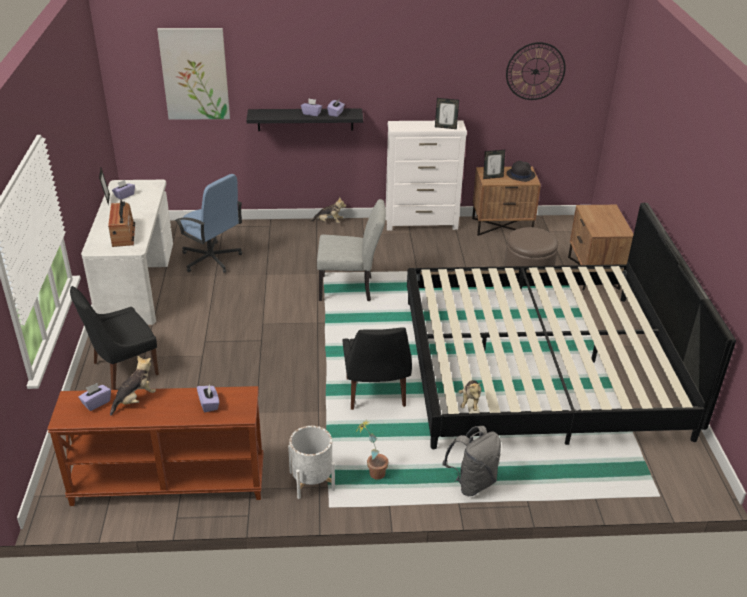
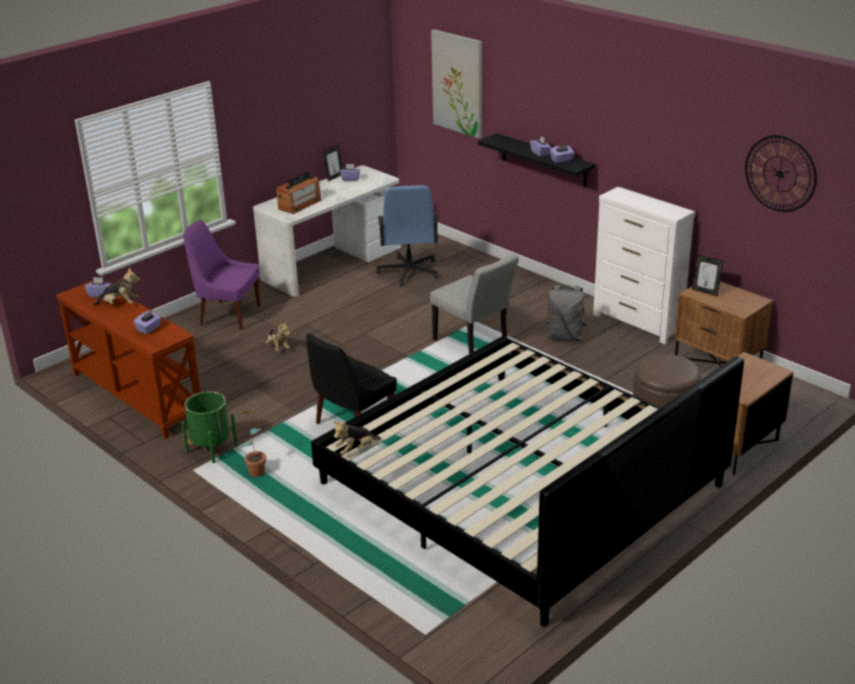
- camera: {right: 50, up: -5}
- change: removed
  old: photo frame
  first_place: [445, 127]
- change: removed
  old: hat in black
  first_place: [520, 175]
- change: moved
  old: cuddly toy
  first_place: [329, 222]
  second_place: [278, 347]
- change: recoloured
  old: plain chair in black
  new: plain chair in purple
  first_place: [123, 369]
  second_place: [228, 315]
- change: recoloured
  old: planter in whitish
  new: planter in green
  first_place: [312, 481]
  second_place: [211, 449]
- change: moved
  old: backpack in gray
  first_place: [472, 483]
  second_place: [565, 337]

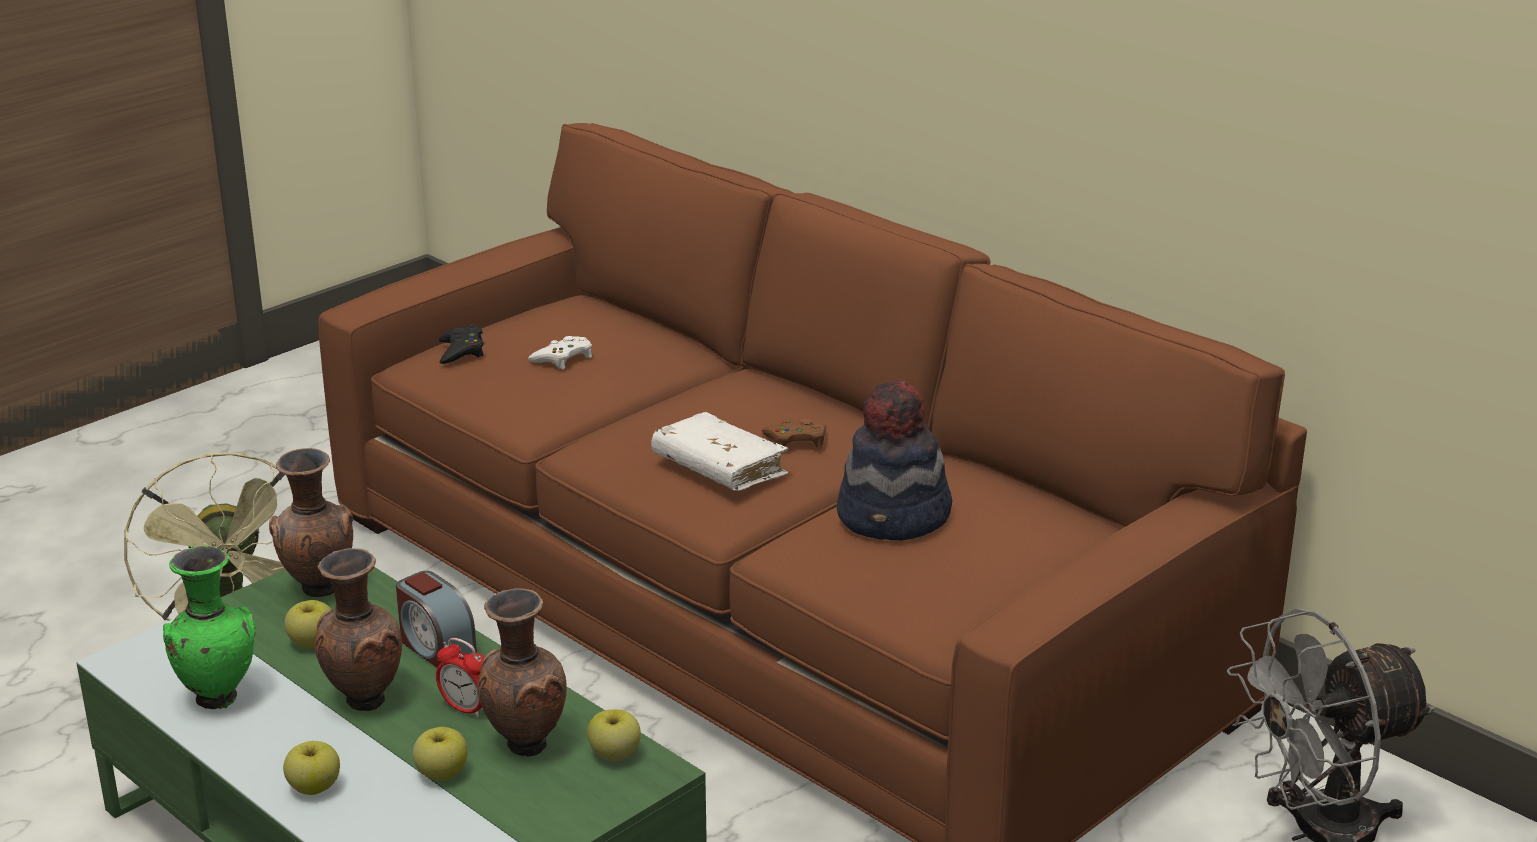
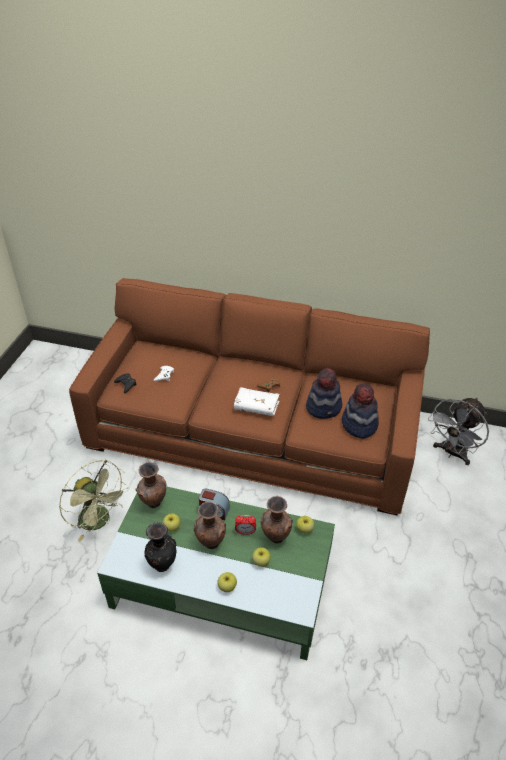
- camera: {right: -30, up: 15}
- change: recoloured
  old: decorative vase in green
  new: decorative vase in black
  first_place: [219, 697]
  second_place: [162, 565]
- change: added
  new: hat
  second_place: [359, 424]

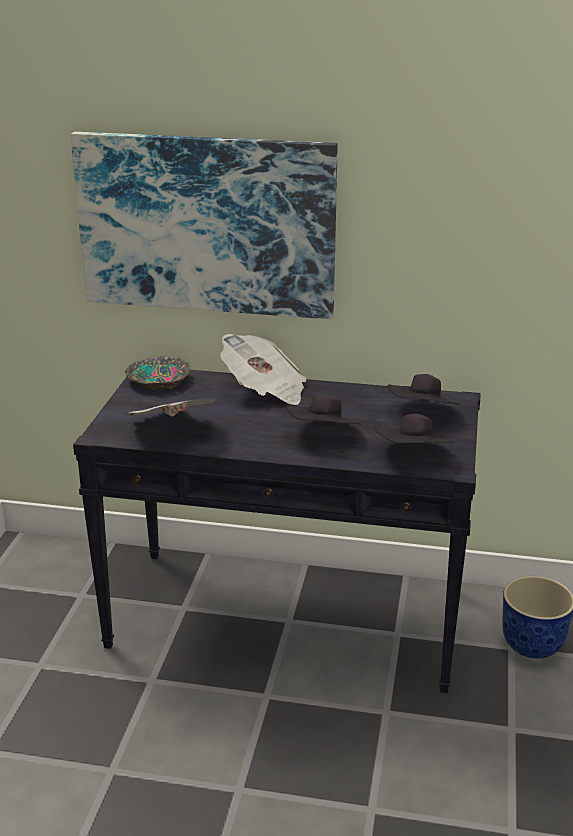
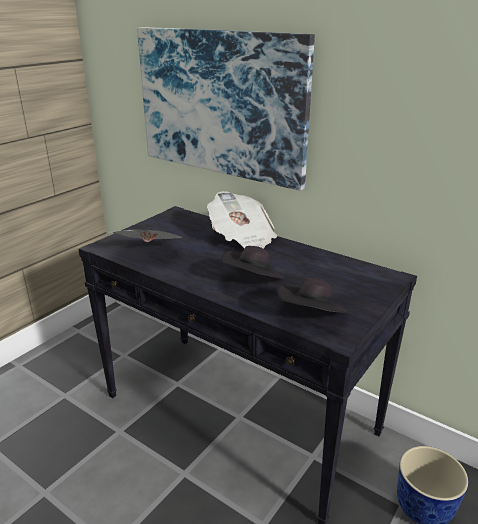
- camera: {right: 25, up: 0}
- change: removed
  old: bowl
  first_place: [158, 380]
- change: removed
  old: hat in black
  first_place: [422, 414]

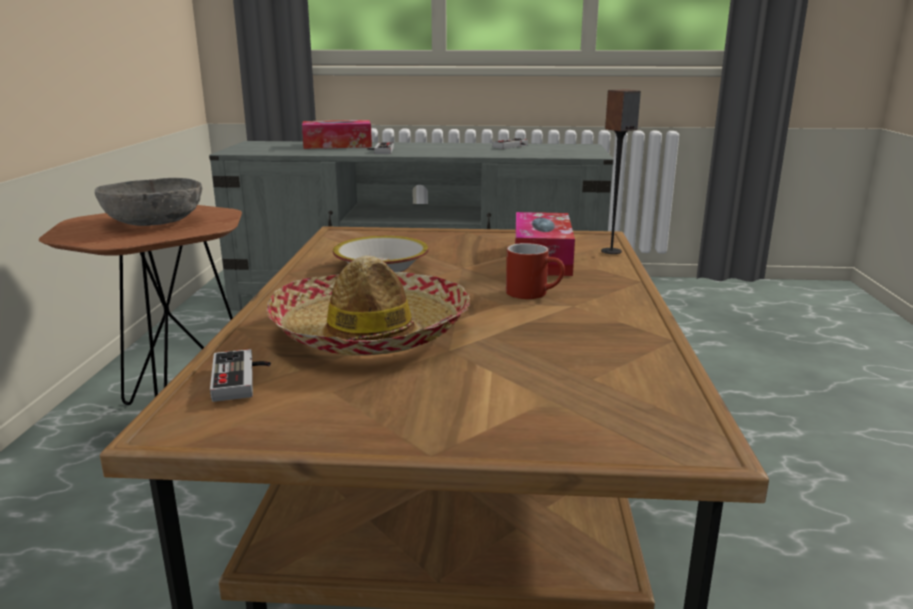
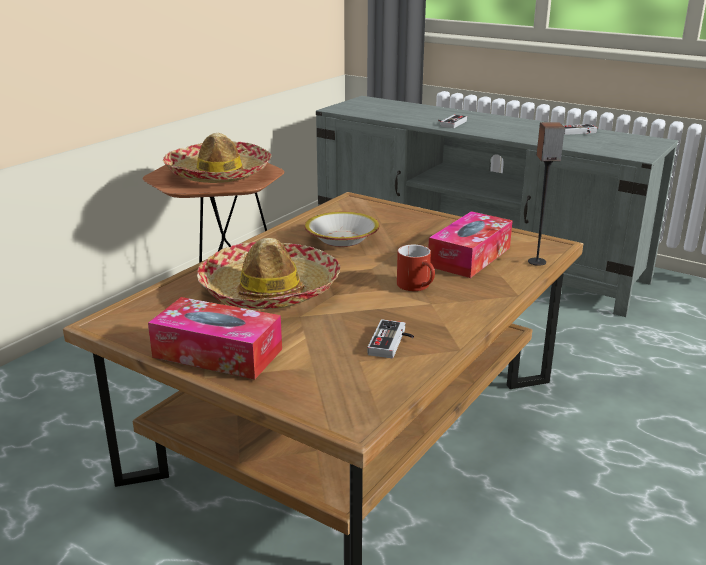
- camera: {right: 30, up: 5}
- change: moved
  old: tissue box
  first_place: [337, 145]
  second_place: [217, 353]
- change: replaced
  old: bowl in gray
  new: hat
  first_place: [155, 222]
  second_place: [219, 174]
- change: moved
  old: gamepad
  first_place: [242, 379]
  second_place: [392, 343]

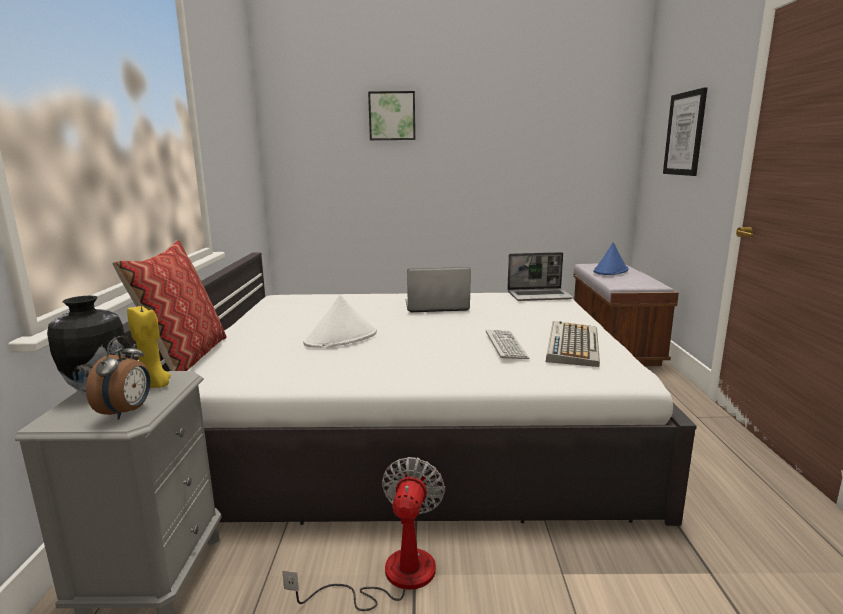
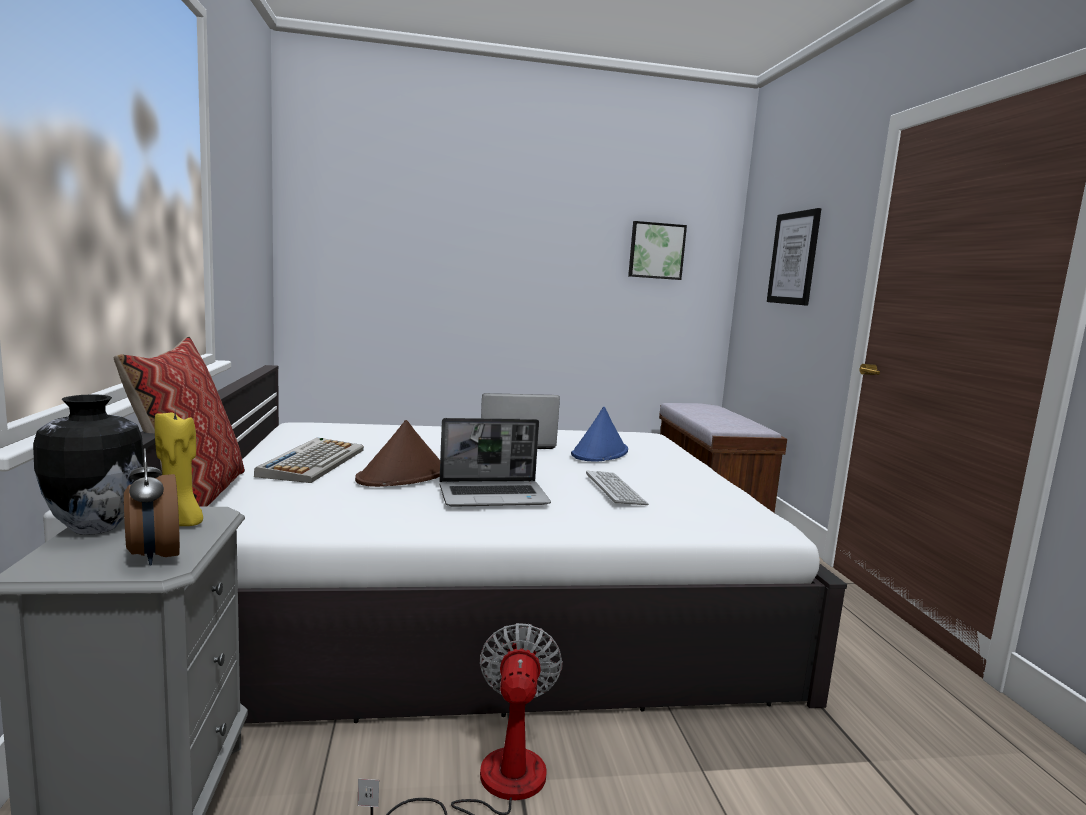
- camera: {right: -10, up: -5}
- change: moved
  old: wall picture
  first_place: [392, 116]
  second_place: [656, 251]
- change: moved
  old: hat in bluish
  first_place: [610, 271]
  second_place: [600, 453]
- change: moved
  old: notebook computer
  first_place: [540, 296]
  second_place: [494, 496]
- change: recoloured
  old: hat in whitish
  new: hat in brown
  first_place: [341, 338]
  second_place: [403, 476]
- change: moved
  old: keyboard
  first_place: [572, 345]
  second_place: [313, 462]
- change: turned
  old: alarm clock
  first_place: [127, 412]
  second_place: [153, 556]
  degrees: 150

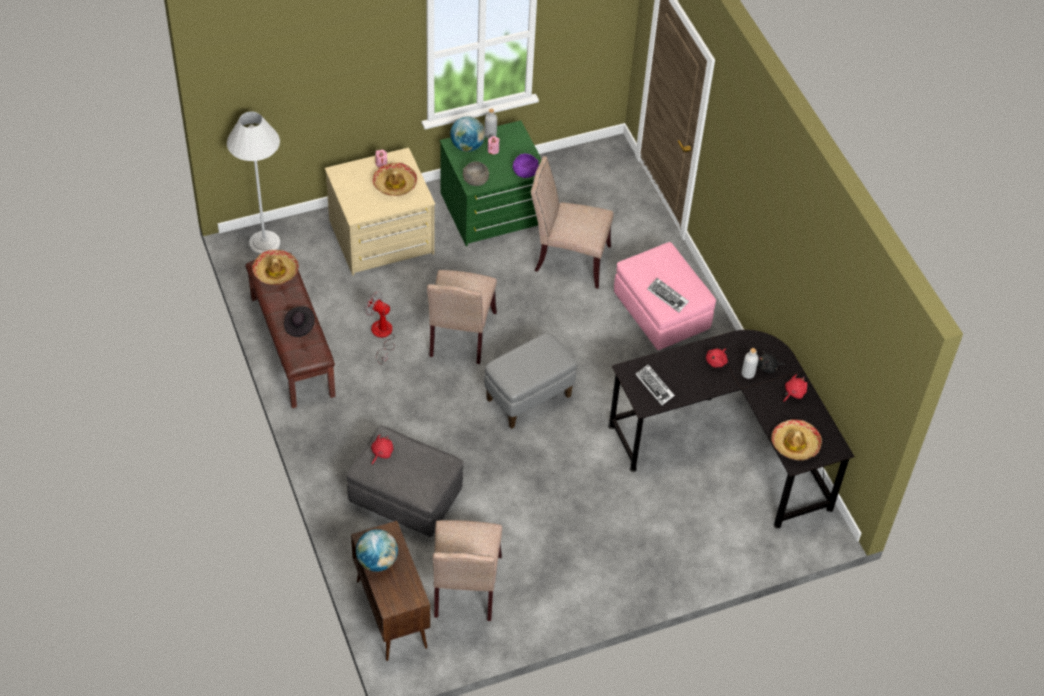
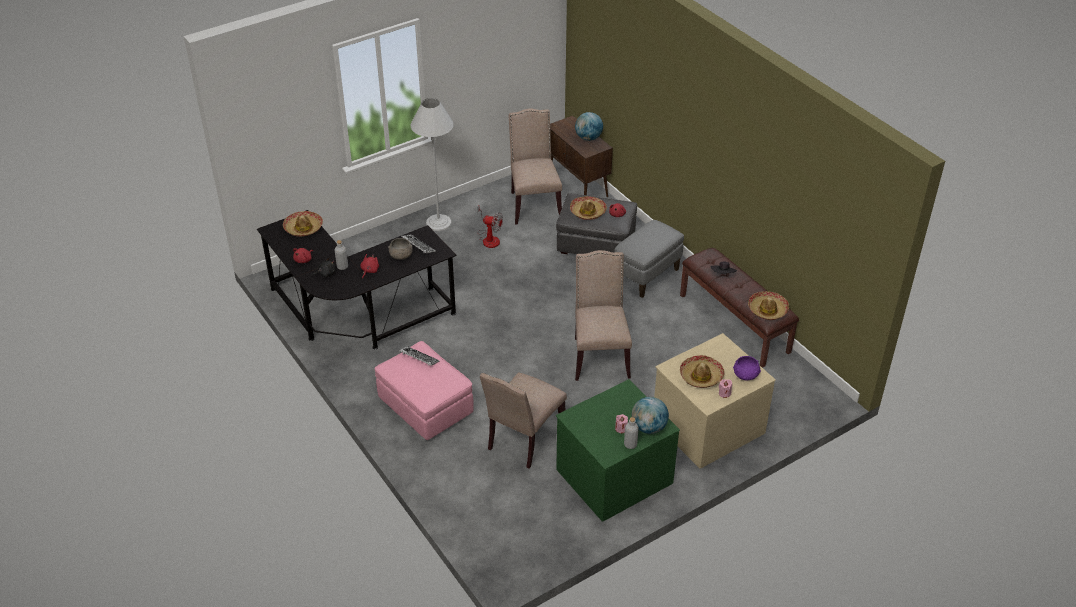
- camera: {right: 170, up: -10}
- change: moved
  old: standing lamp in whitish
  first_place: [264, 243]
  second_place: [438, 223]
- change: moved
  old: bowl in purple
  first_place: [525, 172]
  second_place: [746, 375]
- change: turned
  old: plain chair in beige
  first_place: [568, 259]
  second_place: [523, 440]
  degrees: 120
- change: moved
  old: bowl in gray
  first_place: [475, 180]
  second_place: [401, 256]
- change: moved
  old: cooling fan
  first_place: [382, 336]
  second_place: [489, 238]
- change: moved
  old: ottoman in gray
  first_place: [528, 398]
  second_place: [647, 276]
- change: added
  new: hat
  second_place: [588, 212]

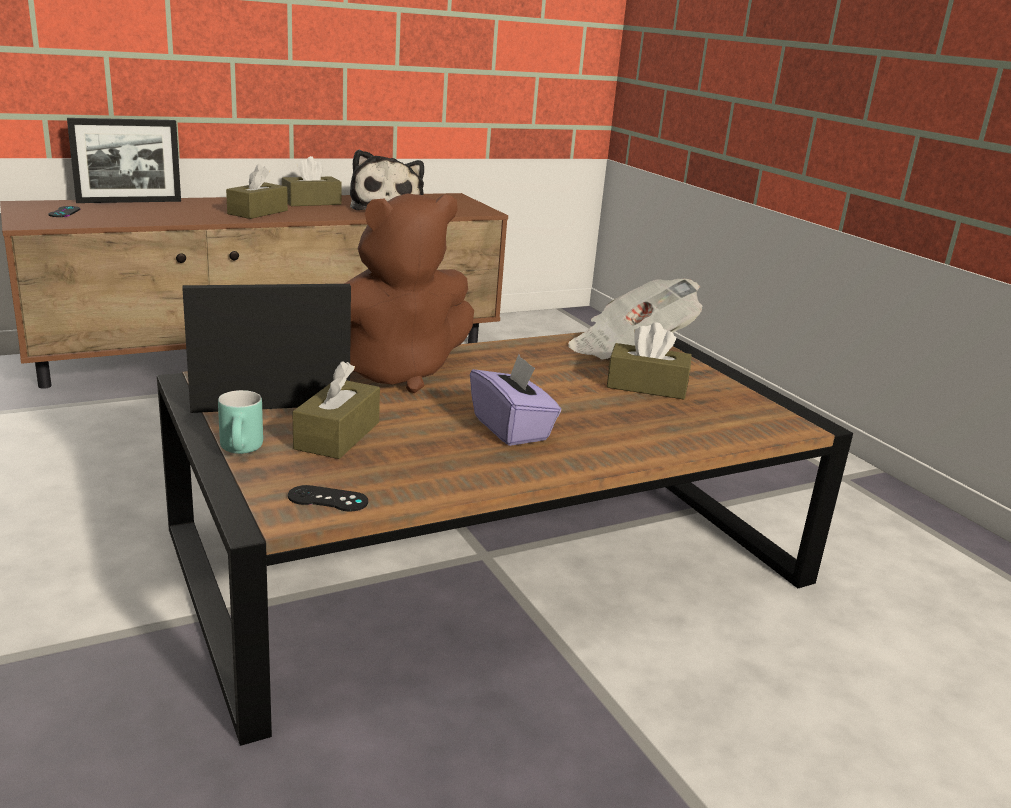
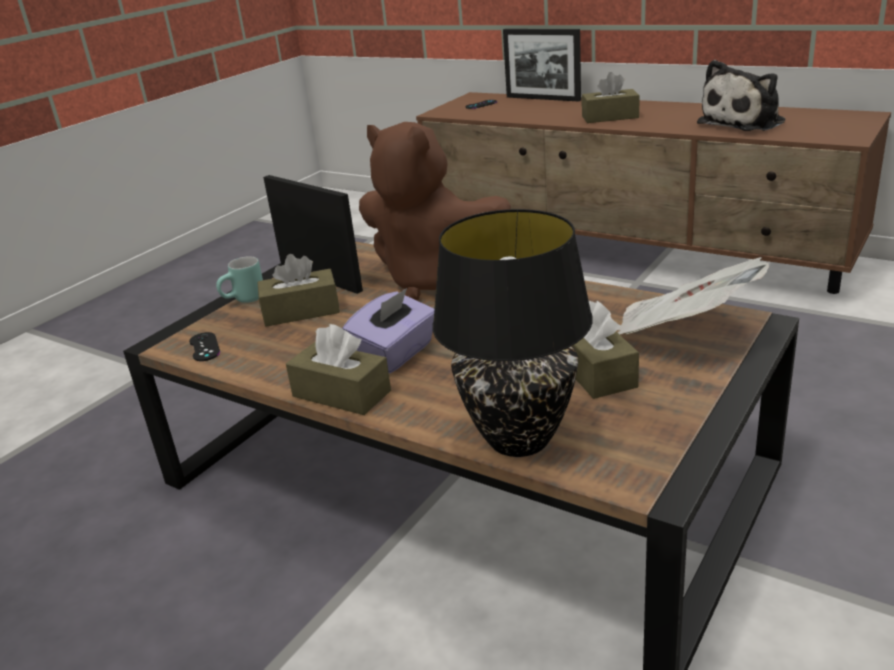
- camera: {right: 65, up: 5}
- change: moved
  old: tissue box in brown
  first_place: [311, 202]
  second_place: [341, 394]
- change: added
  new: table lamp in black
  second_place: [517, 438]

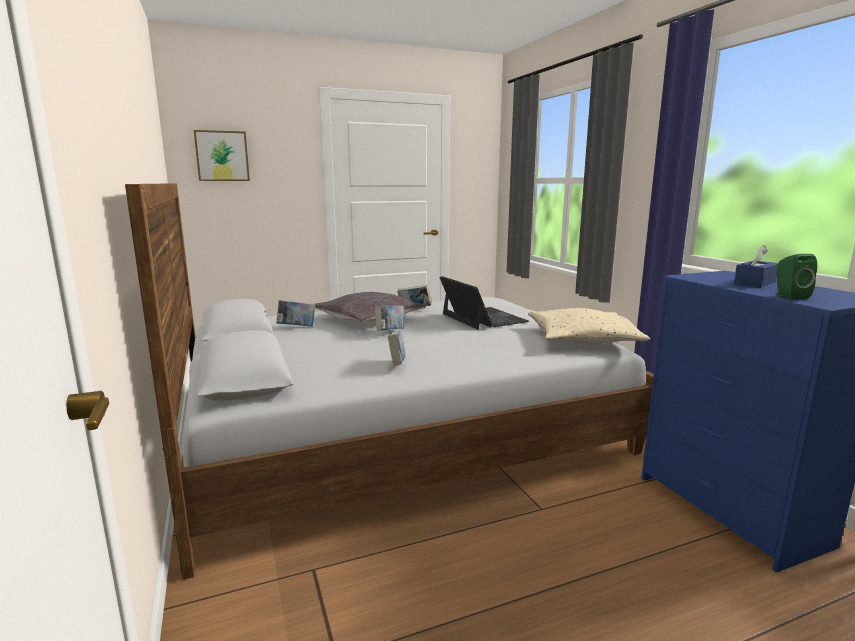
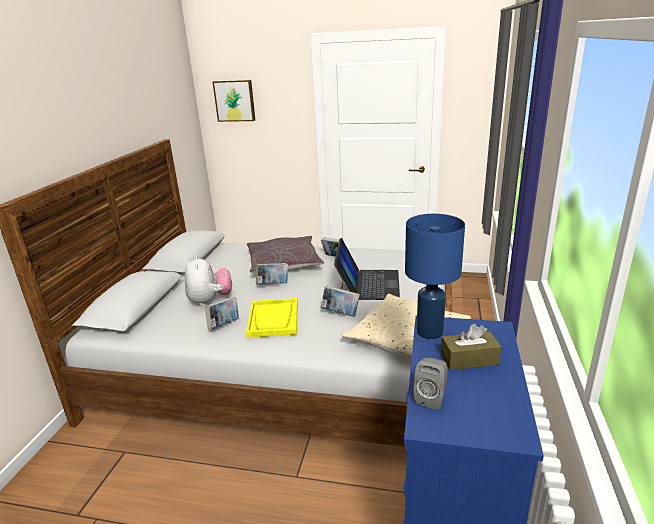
- camera: {right: 35, up: 10}
- change: recoloured
  old: tissue box in bluish
  new: tissue box in brown
  first_place: [754, 283]
  second_place: [469, 359]
- change: recoloured
  old: speaker in green
  new: speaker in gray
  first_place: [789, 296]
  second_place: [431, 398]
- change: moved
  old: book
  first_place: [296, 327]
  second_place: [340, 313]
- change: added
  new: table lamp in bluish
  second_place: [429, 331]
- change: added
  new: cuddly toy
  second_place: [210, 301]
- change: added
  new: carrying tray in yellowish
  second_place: [273, 319]

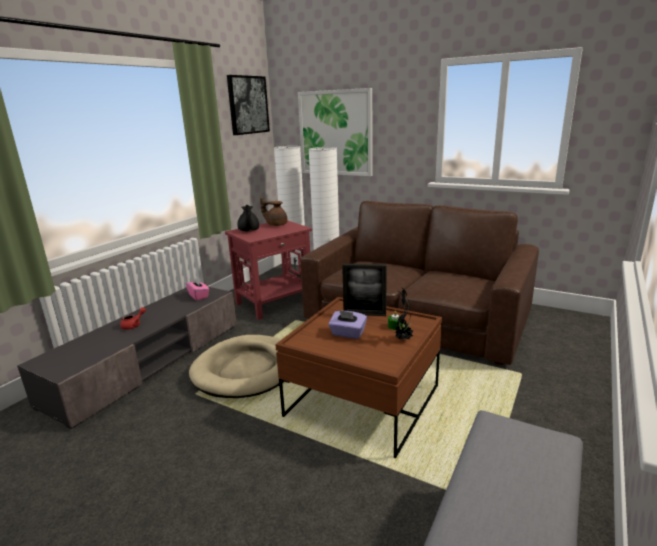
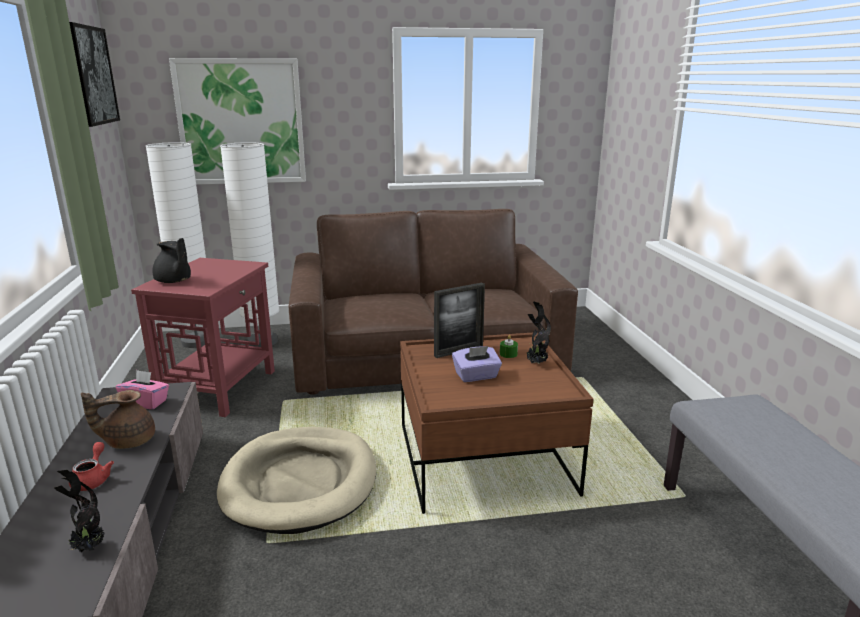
- camera: {right: -40, up: 0}
- change: moved
  old: teapot in brown
  first_place: [276, 224]
  second_place: [128, 440]
- change: added
  new: houseplant
  second_place: [87, 549]

